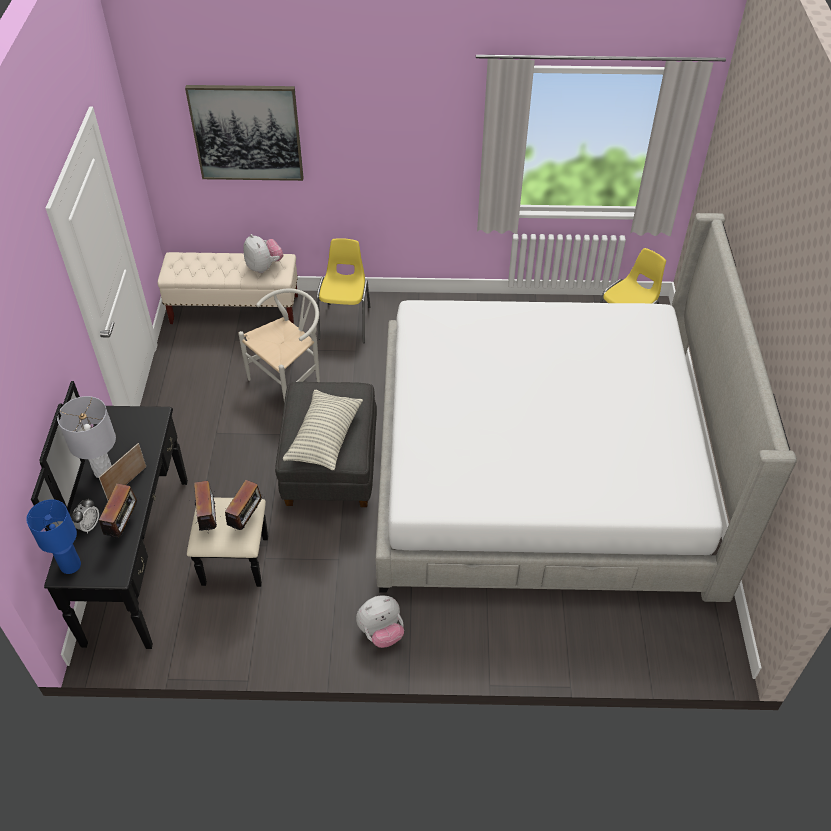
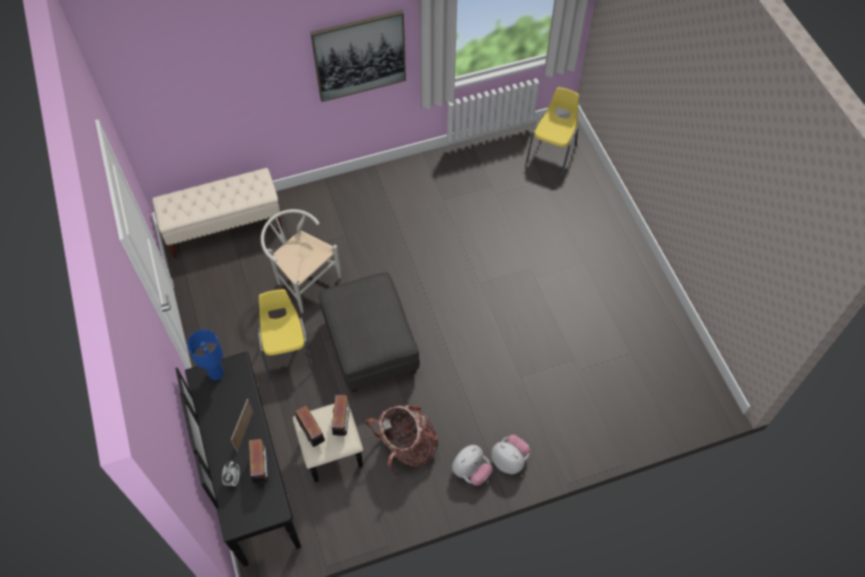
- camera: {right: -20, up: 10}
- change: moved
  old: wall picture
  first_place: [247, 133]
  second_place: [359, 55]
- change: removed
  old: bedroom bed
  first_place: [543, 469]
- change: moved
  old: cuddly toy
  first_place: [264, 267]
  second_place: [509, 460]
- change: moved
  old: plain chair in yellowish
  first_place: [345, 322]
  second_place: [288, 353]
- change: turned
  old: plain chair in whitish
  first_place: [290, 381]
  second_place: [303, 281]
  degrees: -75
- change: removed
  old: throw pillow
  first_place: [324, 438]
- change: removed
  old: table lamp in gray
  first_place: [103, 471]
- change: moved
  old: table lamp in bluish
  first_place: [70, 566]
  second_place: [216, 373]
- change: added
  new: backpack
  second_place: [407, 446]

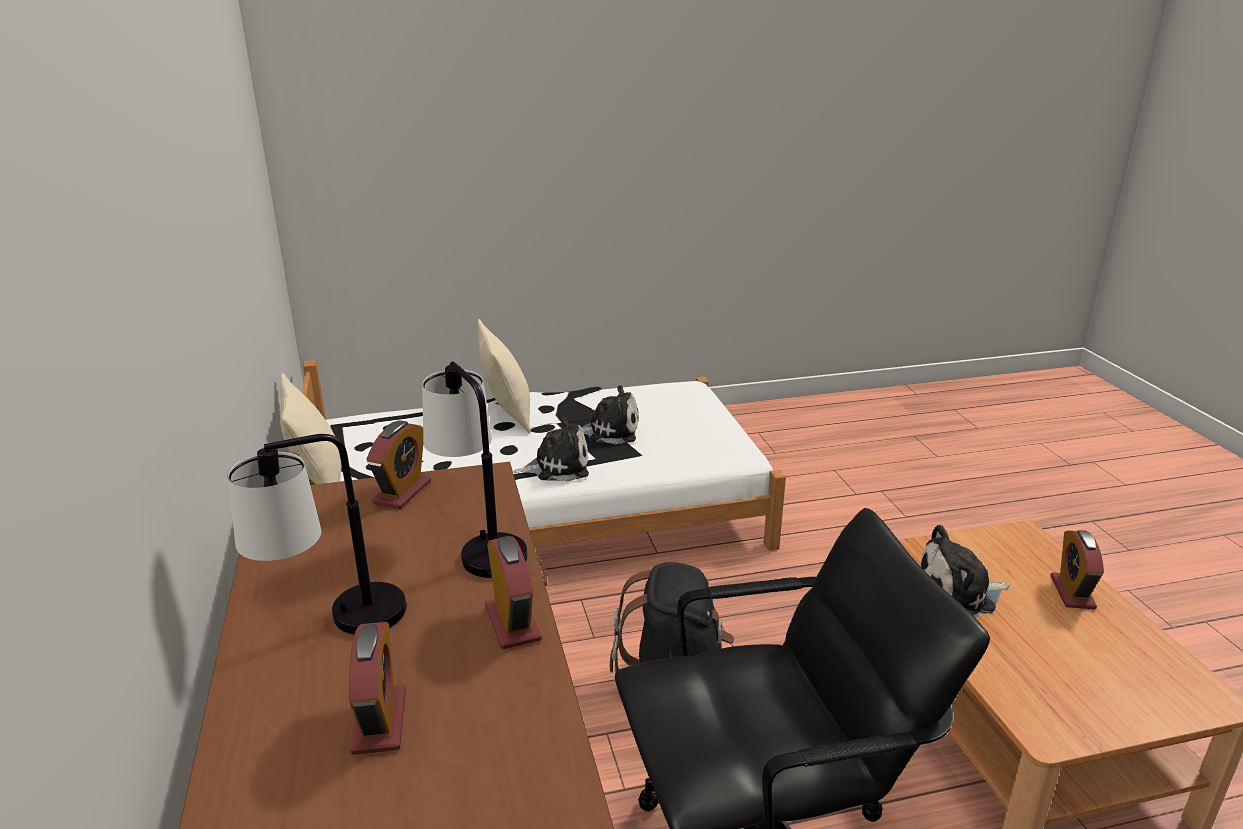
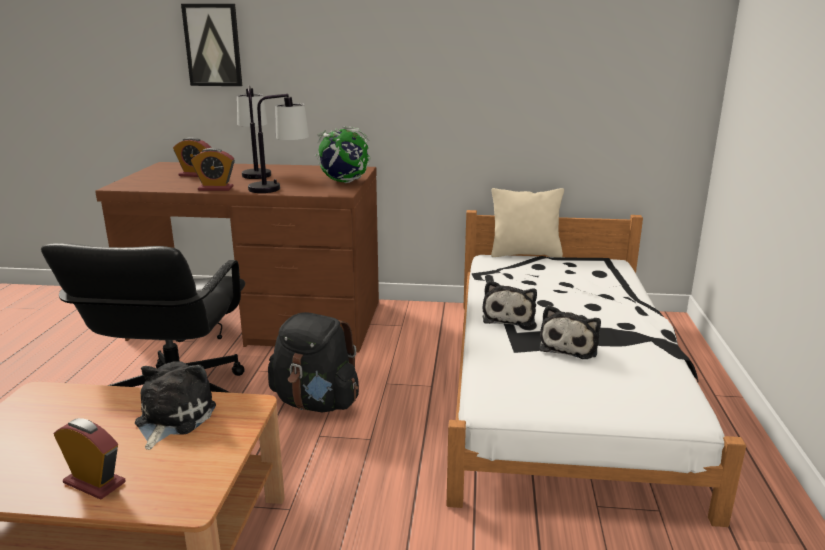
- camera: {right: 110, up: -5}
- change: removed
  old: throw pillow in beige
  first_place: [507, 414]
- change: replaced
  old: alarm clock
  new: world globe
  first_place: [402, 492]
  second_place: [344, 181]
- change: added
  new: wall picture
  second_place: [213, 45]

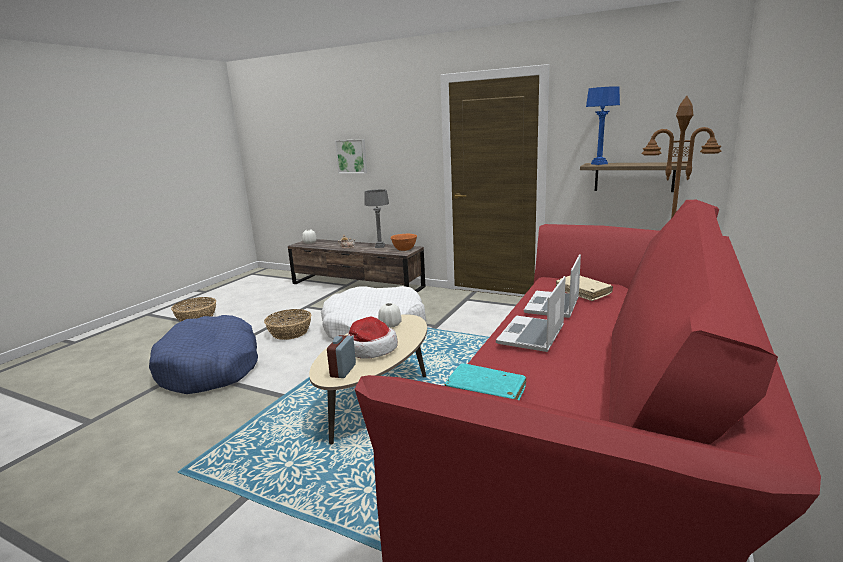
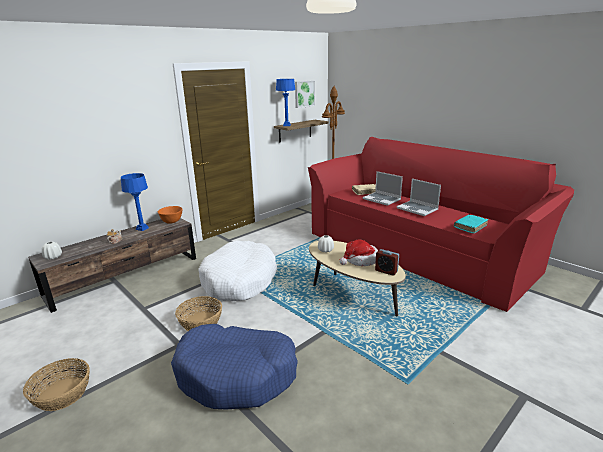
- camera: {right: -70, up: 5}
- change: moved
  old: wall picture
  first_place: [352, 156]
  second_place: [304, 94]
- change: recoloured
  old: table lamp in gray
  new: table lamp in bluish
  first_place: [379, 246]
  second_place: [142, 228]

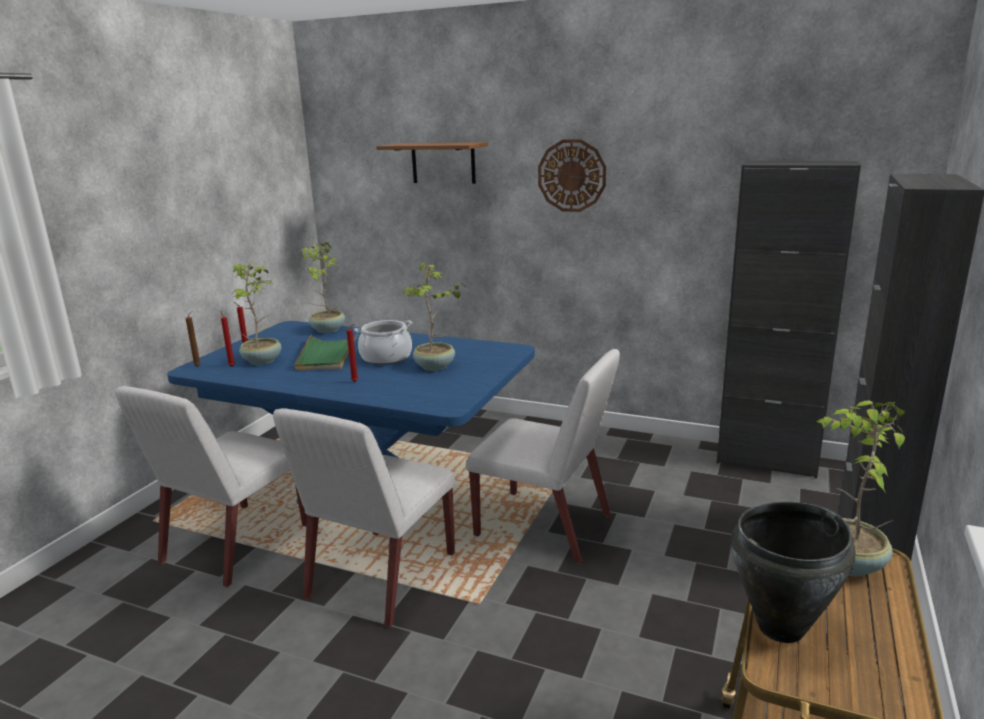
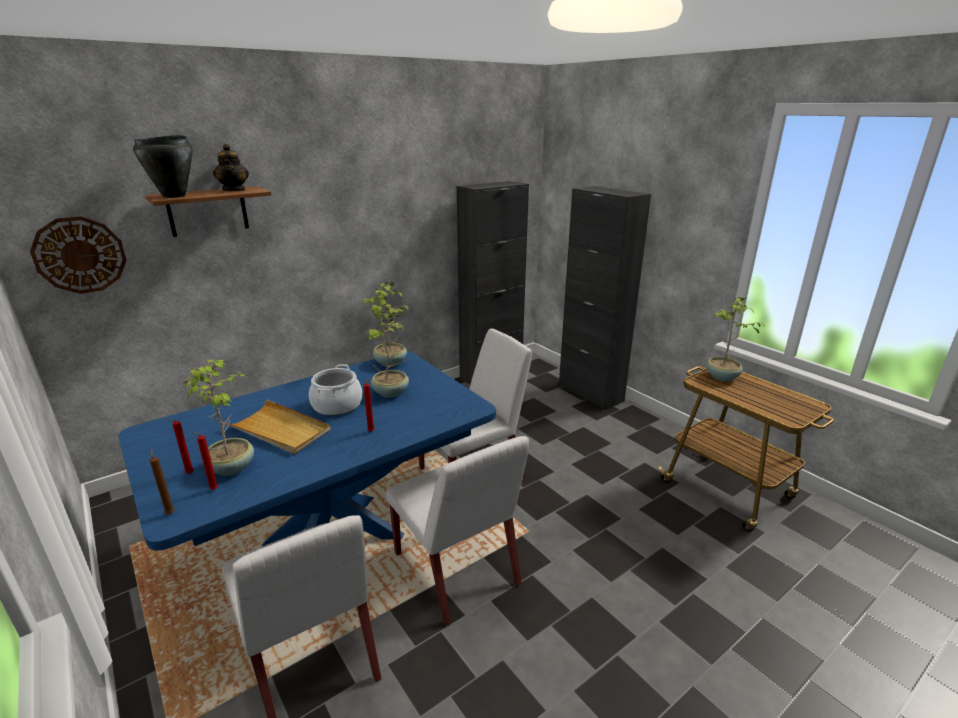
- camera: {right: -60, up: 5}
- change: moved
  old: clock on the wall
  first_place: [572, 175]
  second_place: [80, 255]
- change: moved
  old: houseplant
  first_place: [327, 330]
  second_place: [390, 363]
- change: recoloured
  old: carrying tray in green
  new: carrying tray in beige
  first_place: [327, 355]
  second_place: [280, 430]
- change: moved
  old: cooking pot in black
  first_place: [782, 628]
  second_place: [175, 196]
- change: added
  new: teapot
  second_place: [234, 190]

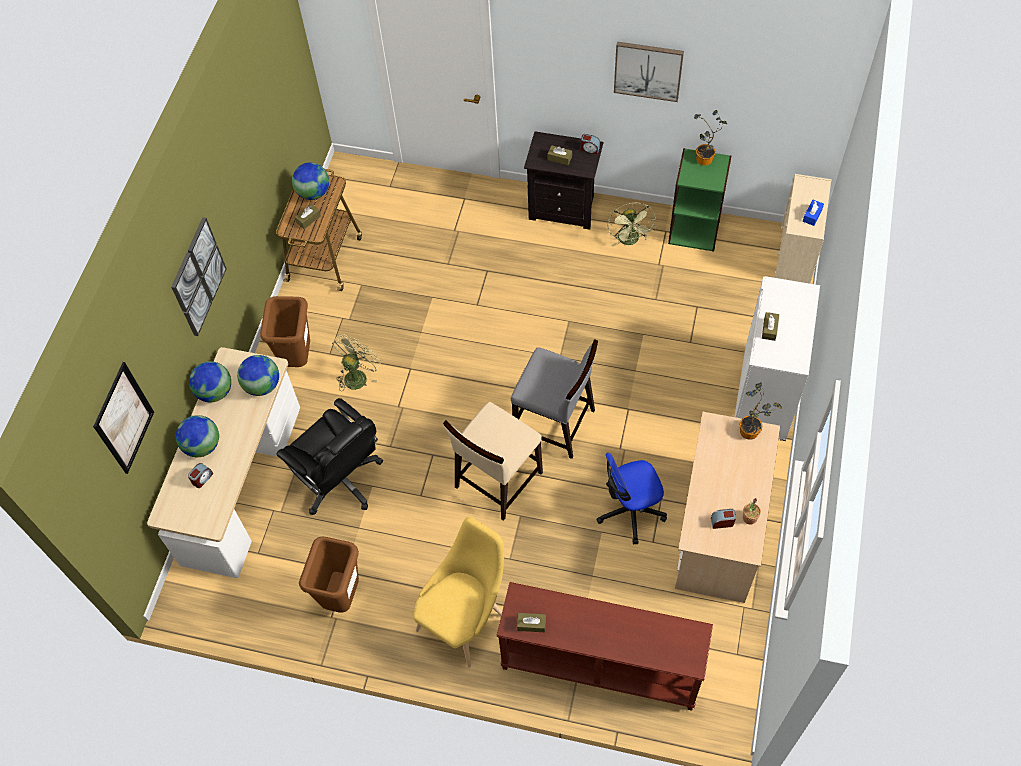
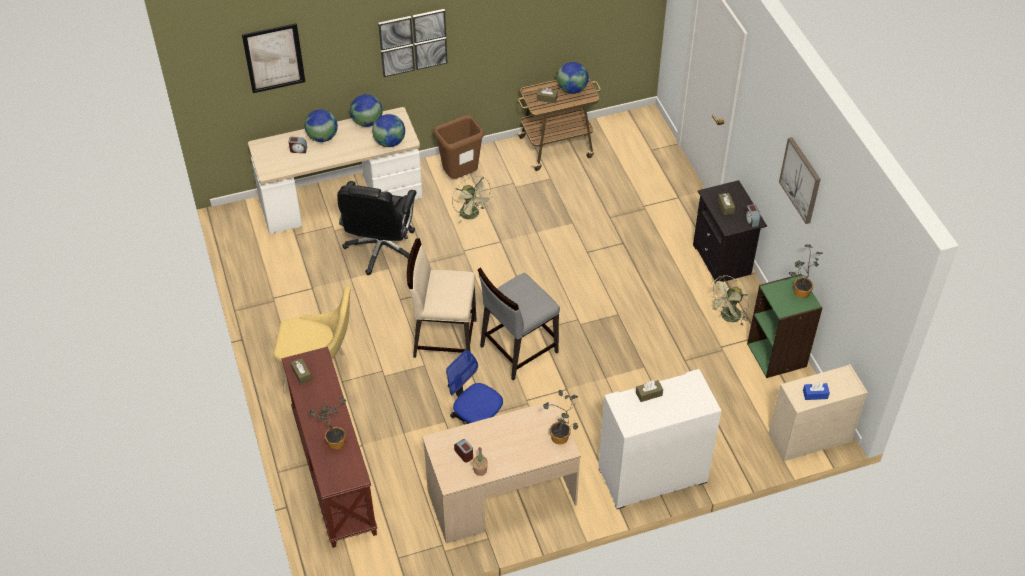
- camera: {right: 55, up: -10}
- change: turned
  old: cooling fan in green
  first_place: [357, 375]
  second_place: [472, 215]
  degrees: 60
- change: turned
  old: plain chair in gray
  first_place: [554, 424]
  second_place: [518, 349]
  degrees: 60
- change: removed
  old: trash can in brown
  first_place: [341, 597]
- change: added
  new: houseplant
  second_place: [334, 441]

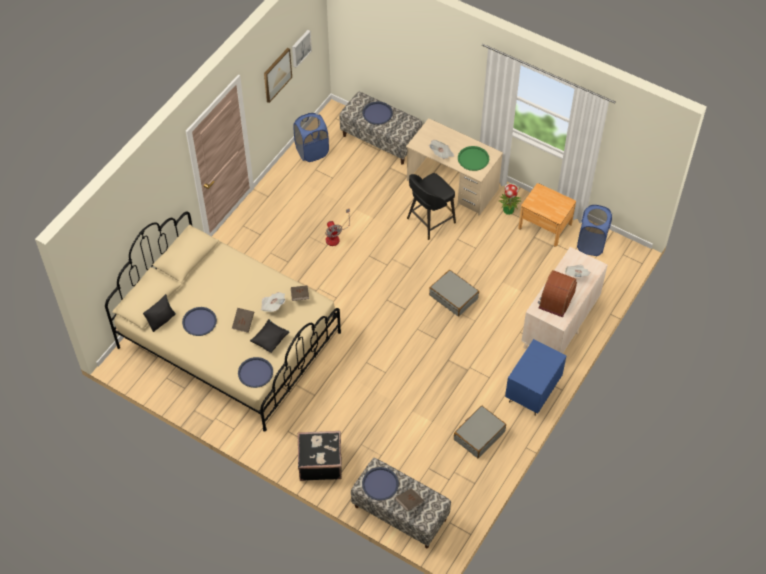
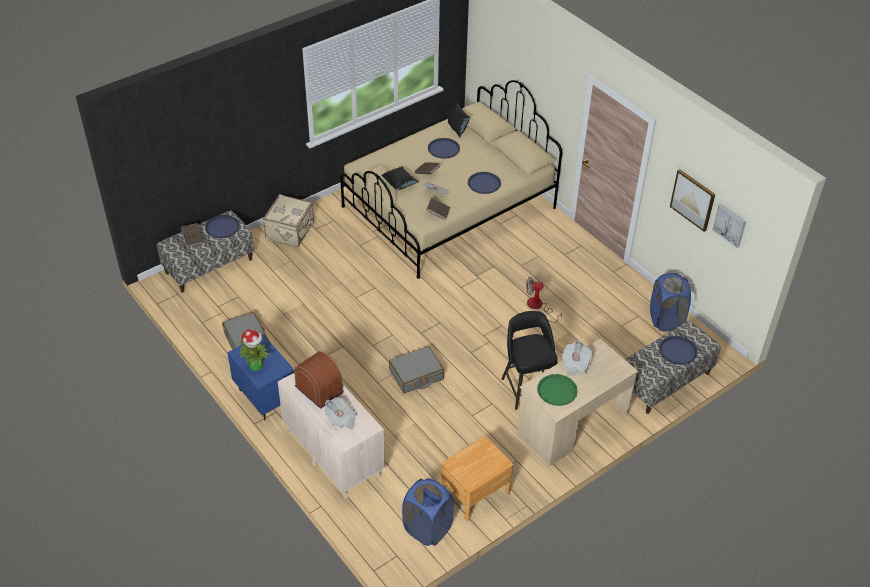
- camera: {right: 110, up: -10}
- change: moved
  old: houseplant
  first_place: [508, 210]
  second_place: [256, 365]
- change: moved
  old: carrying tray in bluish
  first_place: [255, 373]
  second_place: [484, 183]
- change: recoloured
  old: piece of luggage in black
  new: piece of luggage in beige
  first_place: [320, 462]
  second_place: [291, 231]

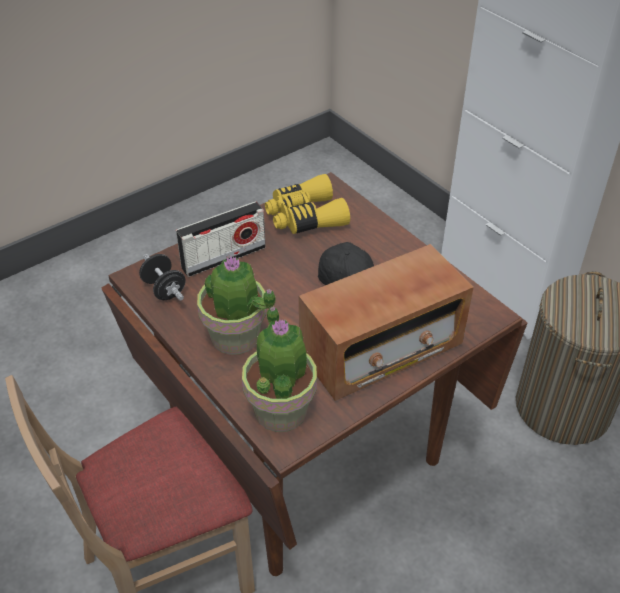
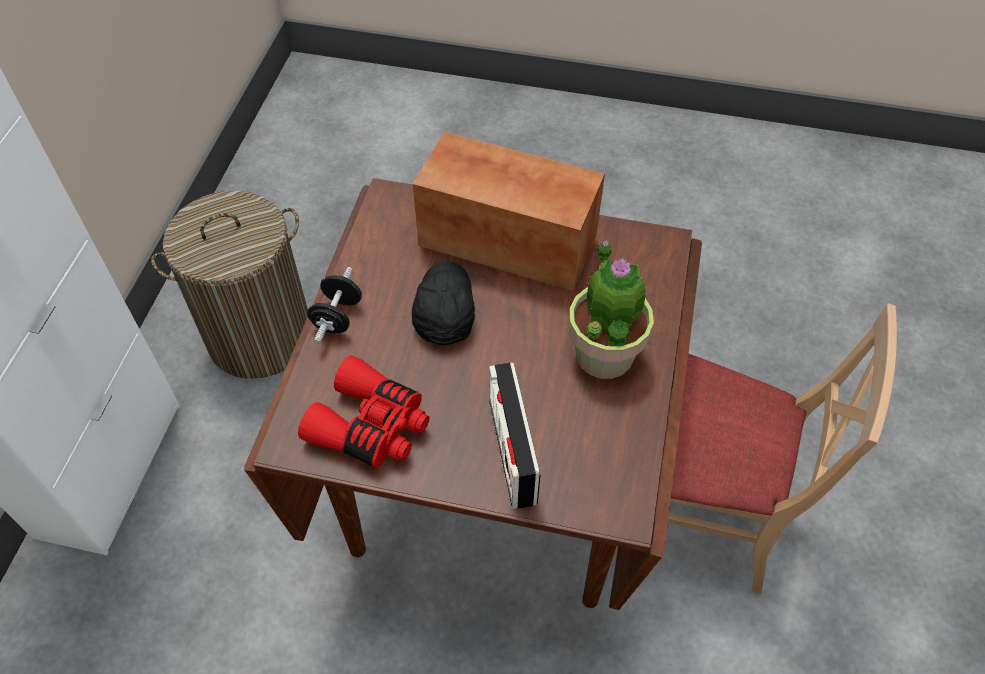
- camera: {right: -130, up: 10}
- change: recoloured
  old: pair of binoculars in yellowish
  new: pair of binoculars in reddish
  first_place: [305, 217]
  second_place: [371, 426]
- change: turned
  old: radio receiver
  first_place: [223, 257]
  second_place: [512, 452]
  degrees: -120
- change: moved
  old: dumbbell in black
  first_place: [164, 289]
  second_place: [337, 317]
- change: removed
  old: houseplant
  first_place: [281, 409]

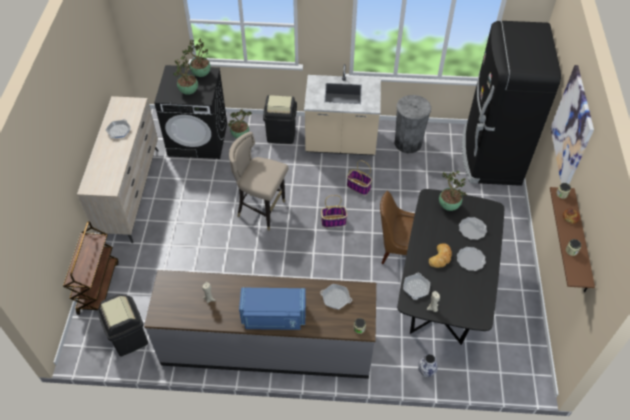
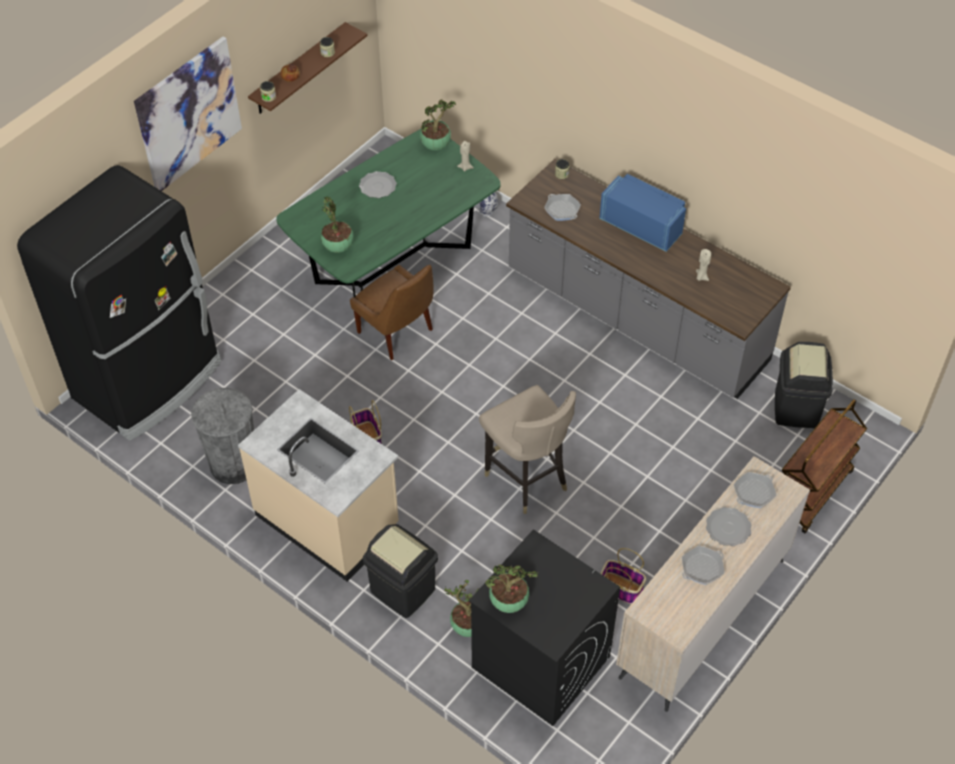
- camera: {right: -145, up: 0}
- change: moved
  old: houseplant
  first_place: [188, 92]
  second_place: [436, 145]
- change: recoloured
  old: dining table in black
  new: dining table in green
  first_place: [442, 291]
  second_place: [394, 266]
- change: moved
  old: basket
  first_place: [334, 221]
  second_place: [620, 588]
- change: moved
  old: flat dish
  first_place: [472, 229]
  second_place: [727, 528]
- change: removed
  old: bread
  first_place: [441, 257]
- change: moved
  old: skillet
  first_place: [416, 288]
  second_place: [754, 493]

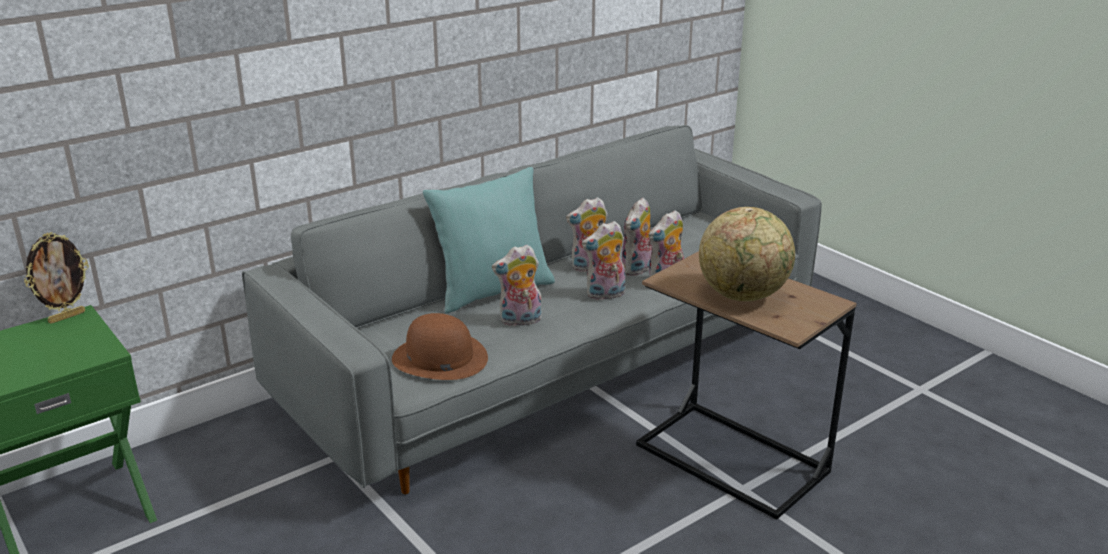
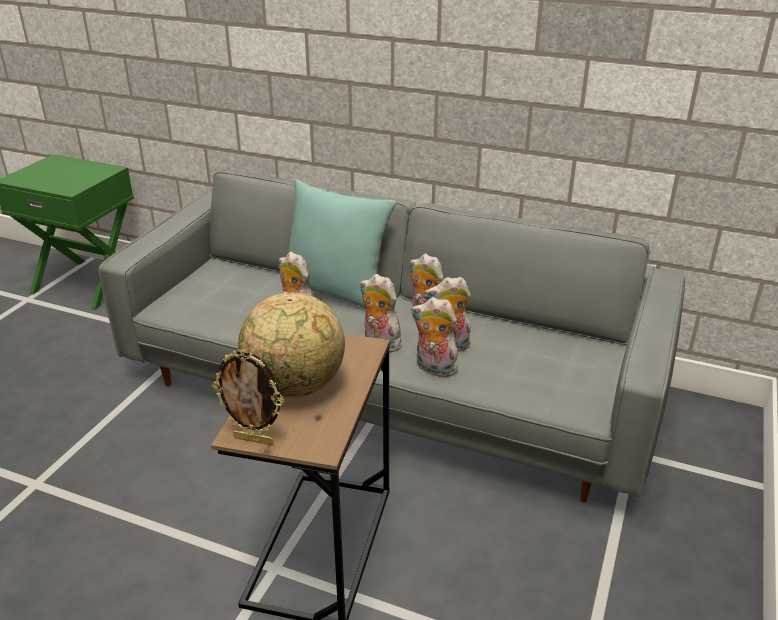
- camera: {right: 60, up: 5}
- change: moved
  old: photo frame
  first_place: [67, 317]
  second_place: [254, 439]
- change: removed
  old: hat in brown
  first_place: [439, 358]

